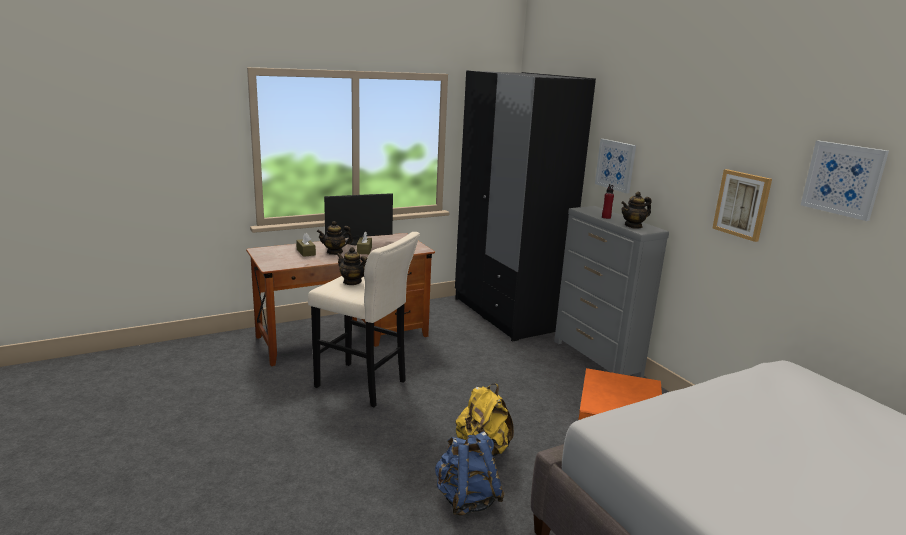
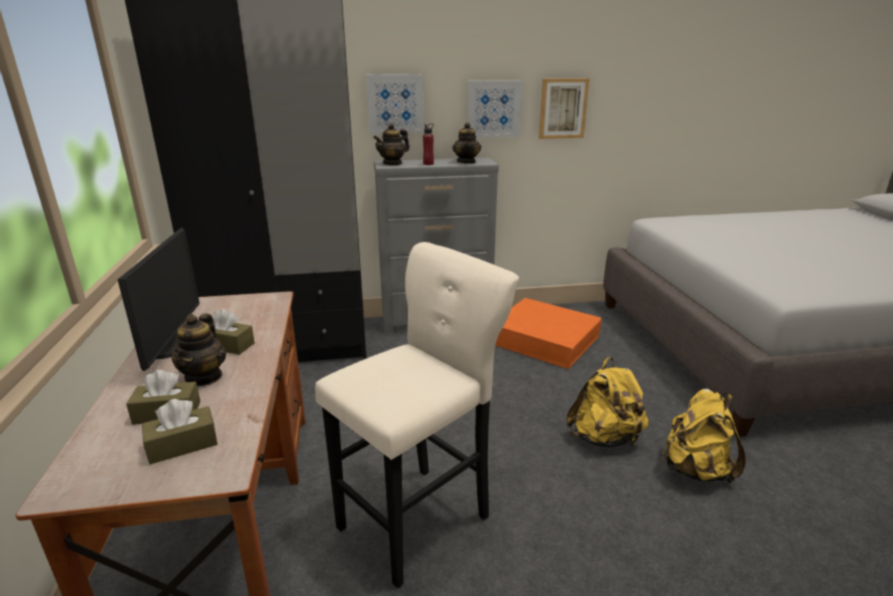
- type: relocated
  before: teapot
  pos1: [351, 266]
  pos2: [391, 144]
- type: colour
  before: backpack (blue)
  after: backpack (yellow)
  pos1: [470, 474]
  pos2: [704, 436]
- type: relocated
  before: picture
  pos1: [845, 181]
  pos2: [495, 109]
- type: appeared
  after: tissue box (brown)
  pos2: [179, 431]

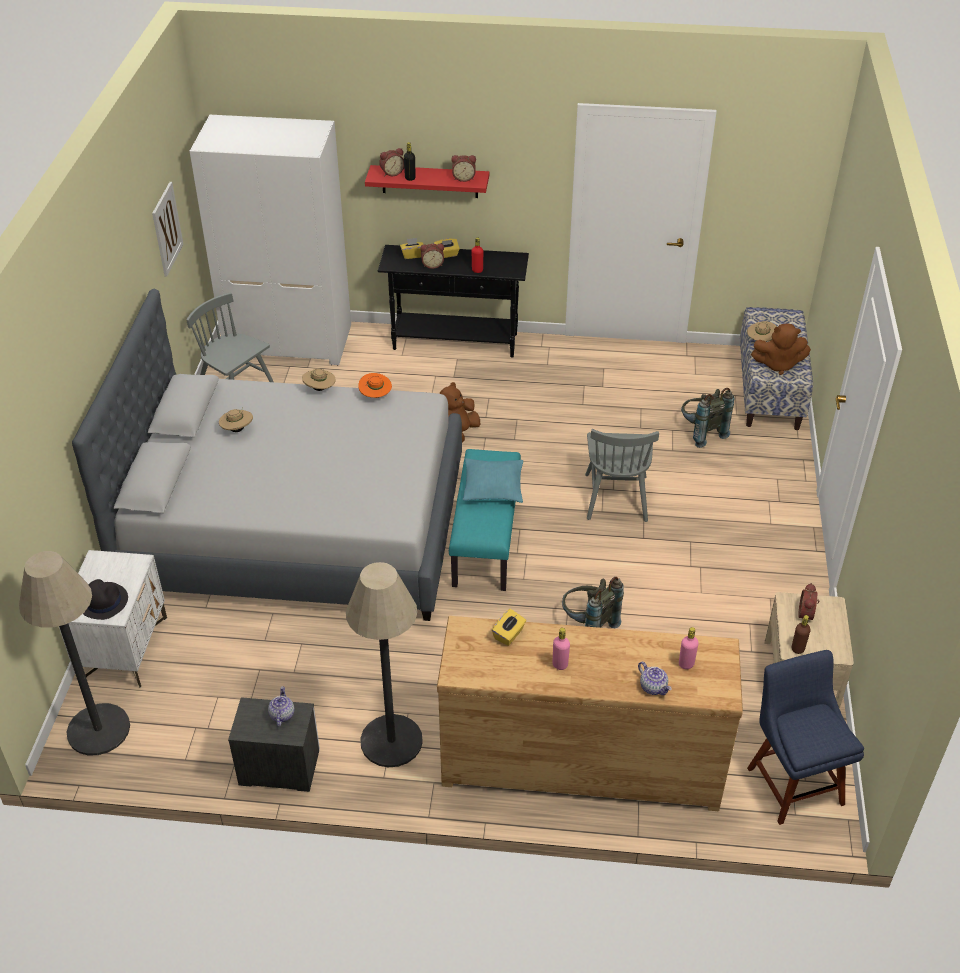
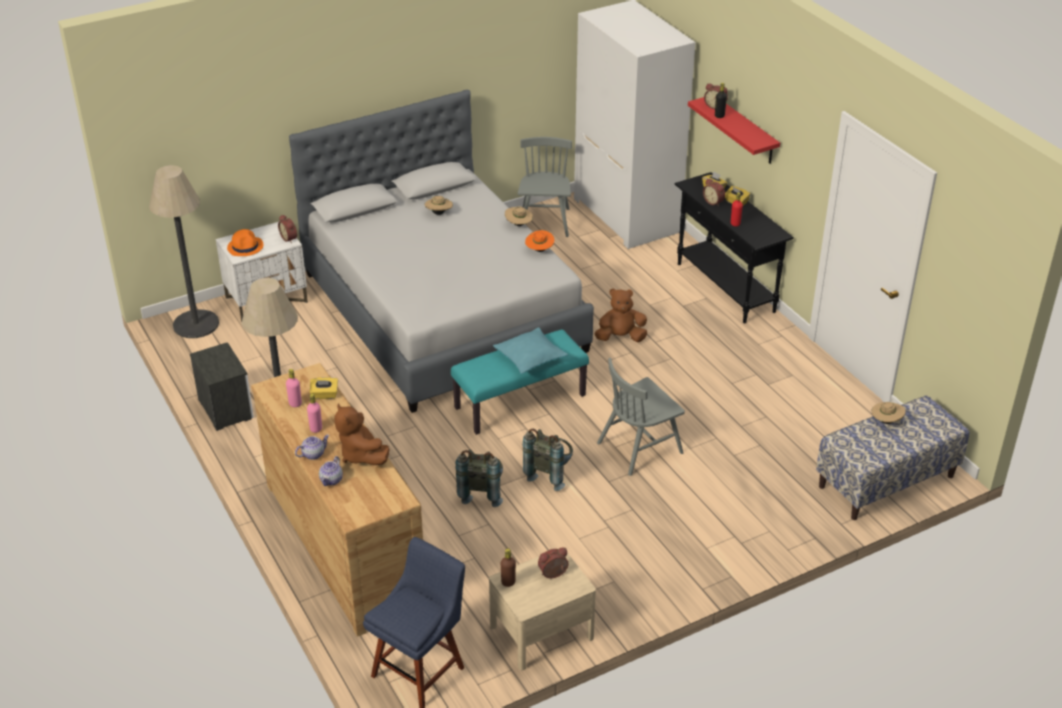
- type: colour
  before: hat (black)
  after: hat (orange)
  pos1: [105, 599]
  pos2: [245, 242]
- type: missing
  before: picture
  pos1: [167, 229]
- type: relocated
  before: teapot
  pos1: [281, 706]
  pos2: [312, 447]
- type: relocated
  before: alarm clock
  pos1: [463, 168]
  pos2: [287, 229]
- type: relocated
  before: bottle (pink)
  pos1: [689, 648]
  pos2: [294, 388]
- type: relocated
  before: backpack (grey)
  pos1: [707, 418]
  pos2: [548, 460]
- type: relocated
  before: plush toy (brown)
  pos1: [781, 349]
  pos2: [361, 434]

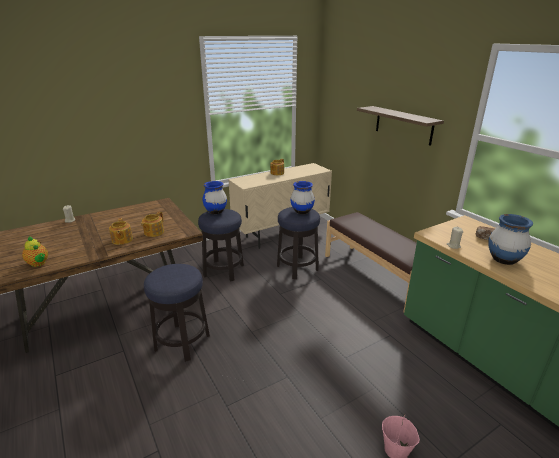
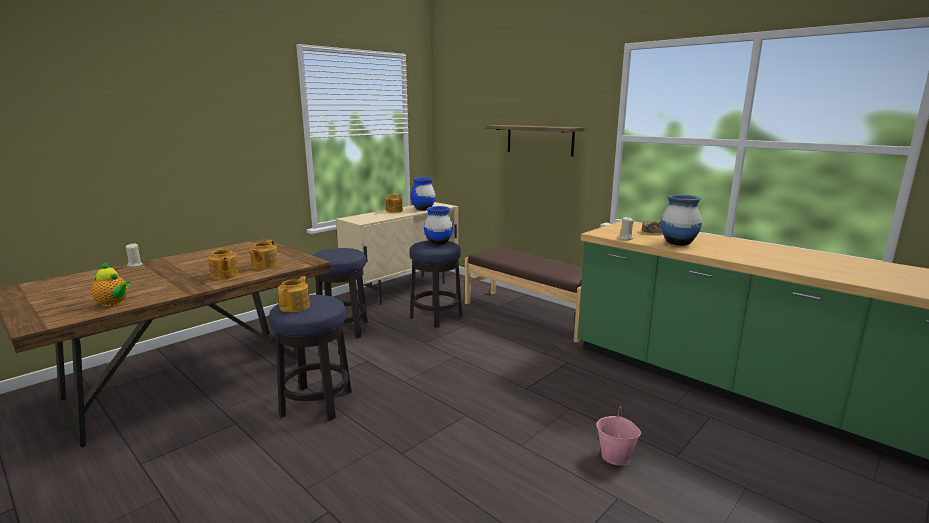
- type: relocated
  before: vase (blue)
  pos1: [214, 197]
  pos2: [423, 194]
- type: appeared
  after: teapot
  pos2: [294, 294]

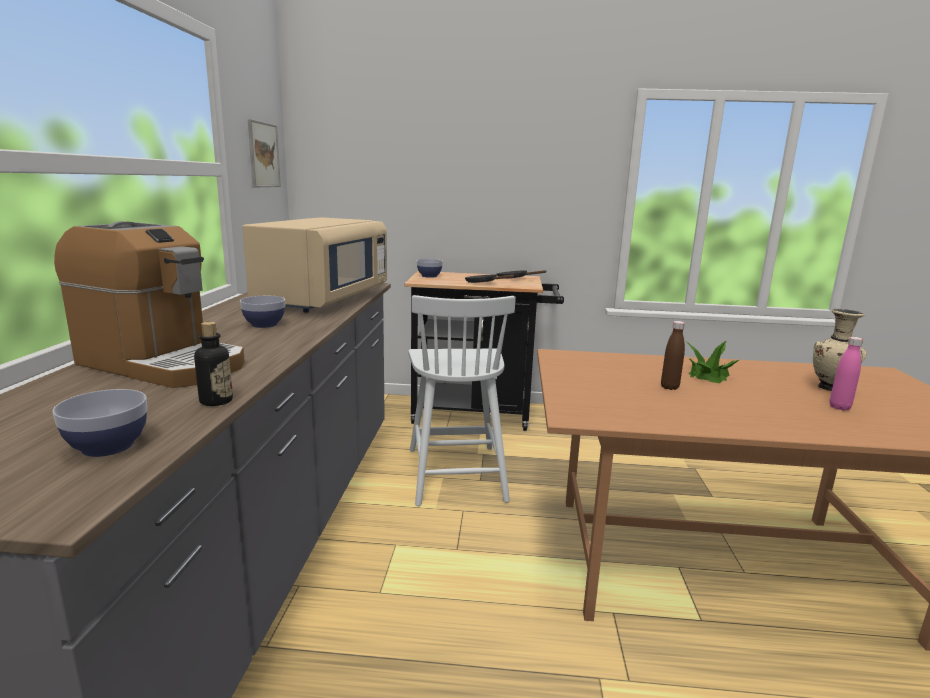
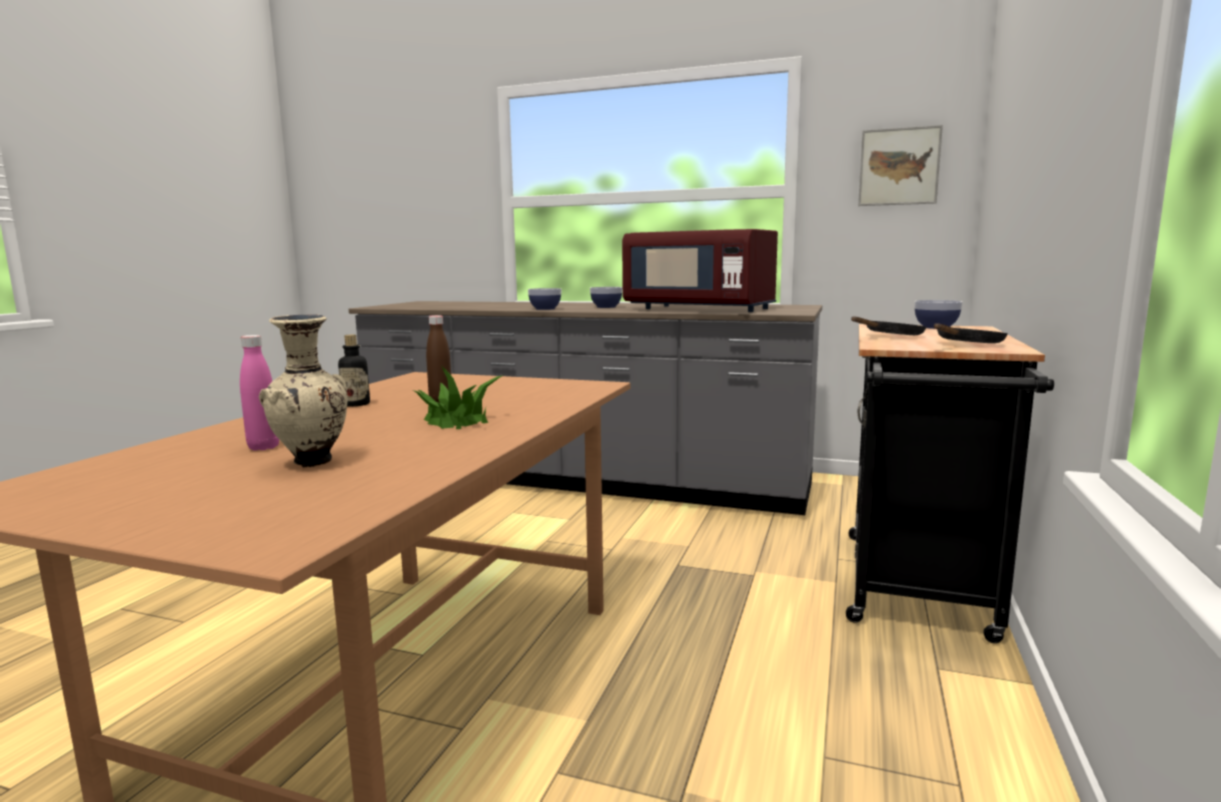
- type: relocated
  before: bowl
  pos1: [100, 423]
  pos2: [544, 299]
- type: missing
  before: coffee machine
  pos1: [149, 304]
- type: relocated
  before: bottle
  pos1: [213, 364]
  pos2: [354, 371]
- type: colour
  before: microwave (beige)
  after: microwave (red)
  pos1: [314, 265]
  pos2: [700, 270]
- type: missing
  before: chair (white)
  pos1: [462, 400]

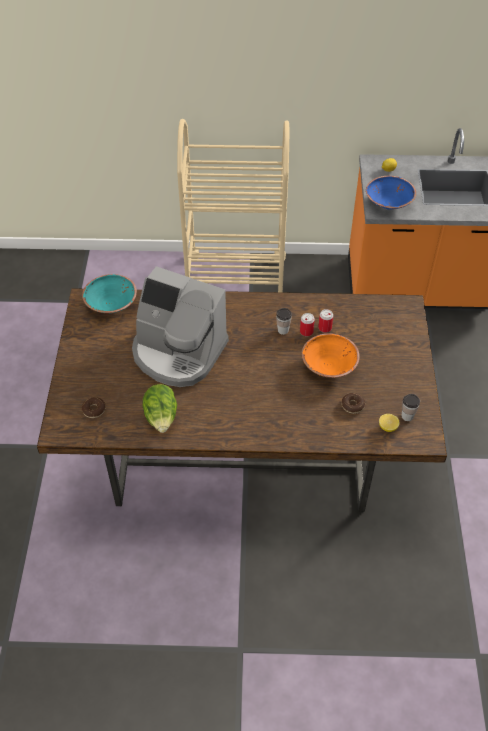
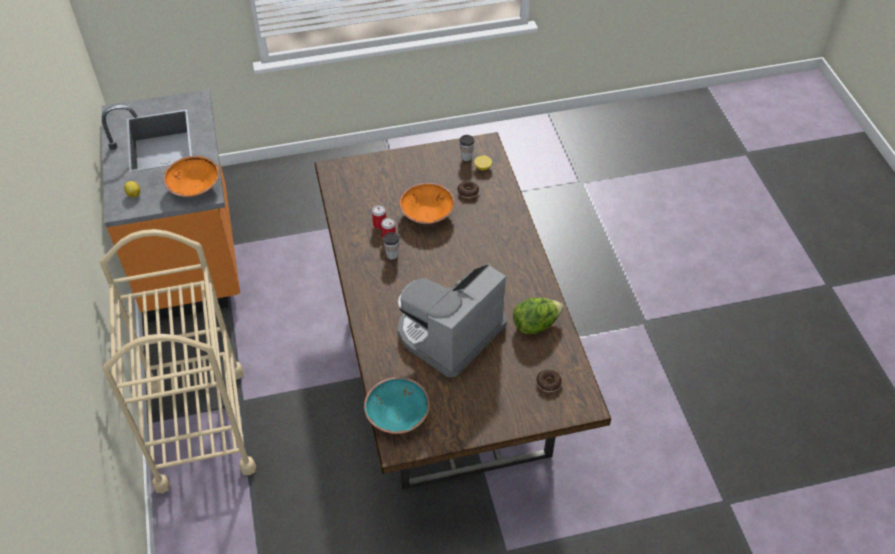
- type: spun
  before: coffee machine
  pos1: [180, 326]
  pos2: [452, 320]
  turn: -150
- type: colour
  before: bowl (blue)
  after: bowl (orange)
  pos1: [391, 193]
  pos2: [191, 176]

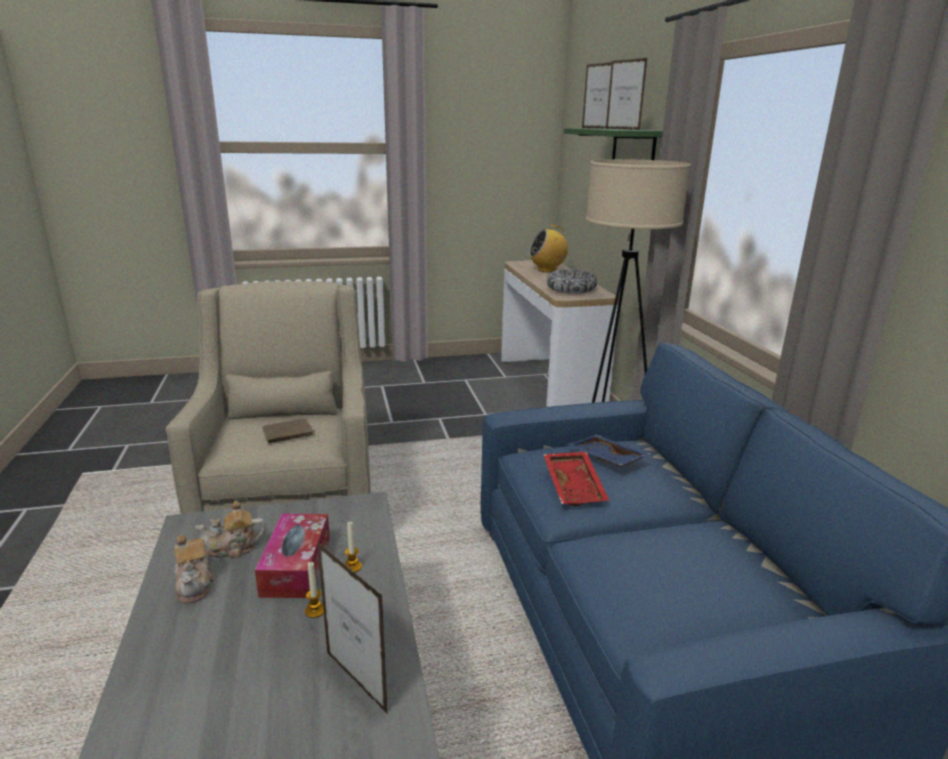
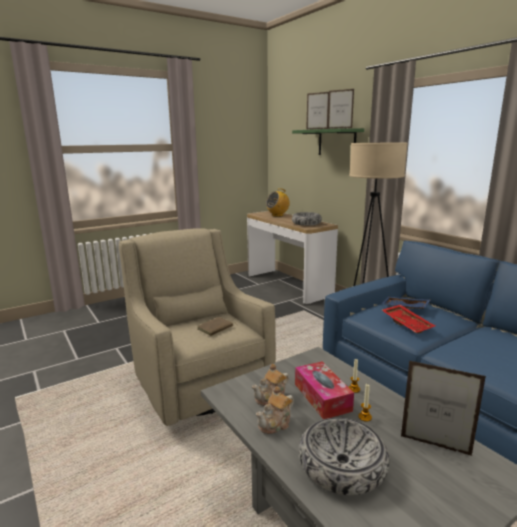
- type: spun
  before: teapot
  pos1: [194, 569]
  pos2: [275, 410]
  turn: 90
- type: appeared
  after: bowl
  pos2: [344, 456]

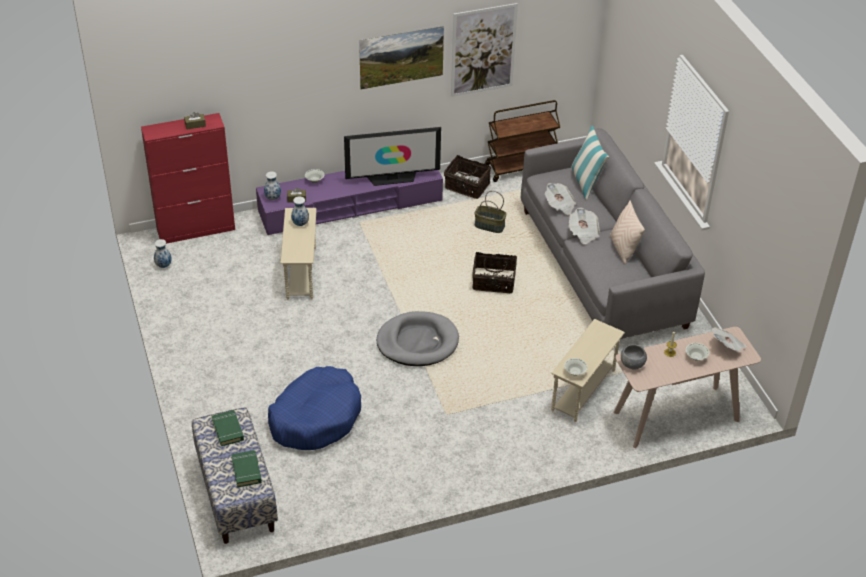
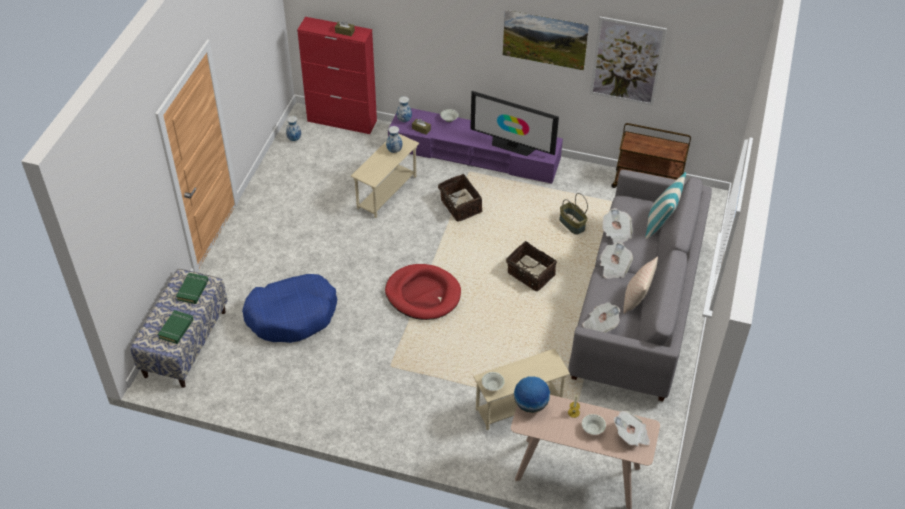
- type: colour
  before: dog bed (grey)
  after: dog bed (red)
  pos1: [418, 338]
  pos2: [423, 292]
- type: relocated
  before: basket
  pos1: [467, 177]
  pos2: [460, 197]
- type: exchanged
  before: bowl (grey)
  after: globe
  pos1: [634, 357]
  pos2: [532, 394]
- type: appeared
  after: newspaper
  pos2: [601, 317]

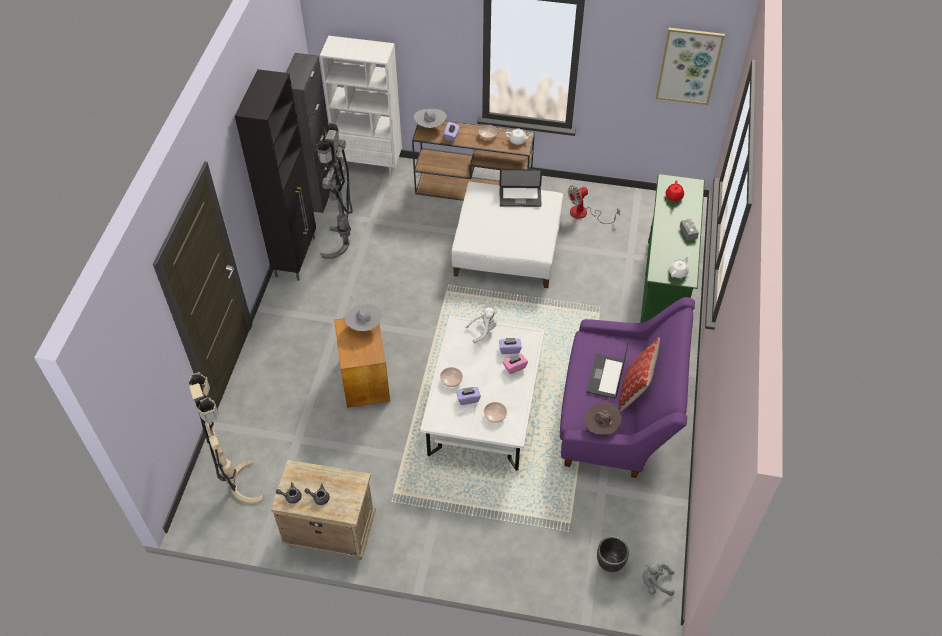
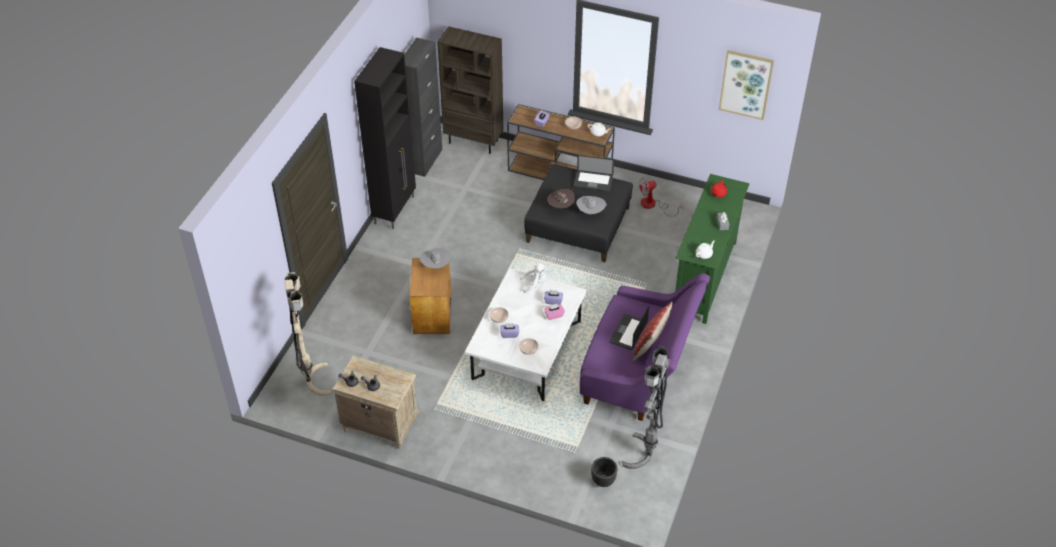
- type: relocated
  before: floor lamp (grey)
  pos1: [334, 191]
  pos2: [646, 407]
- type: colour
  before: bookcase (white)
  after: bookcase (brown)
  pos1: [361, 106]
  pos2: [470, 90]
- type: relocated
  before: hat (grey)
  pos1: [430, 118]
  pos2: [591, 205]
- type: colour
  before: ottoman (white)
  after: ottoman (black)
  pos1: [507, 235]
  pos2: [578, 213]
- type: relocated
  before: hat (brown)
  pos1: [602, 419]
  pos2: [561, 198]
- type: missing
  before: plush toy (grey)
  pos1: [658, 579]

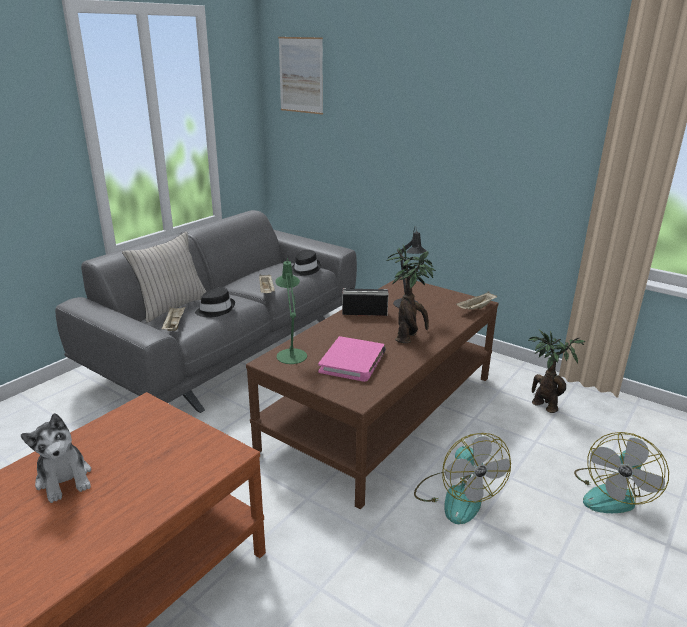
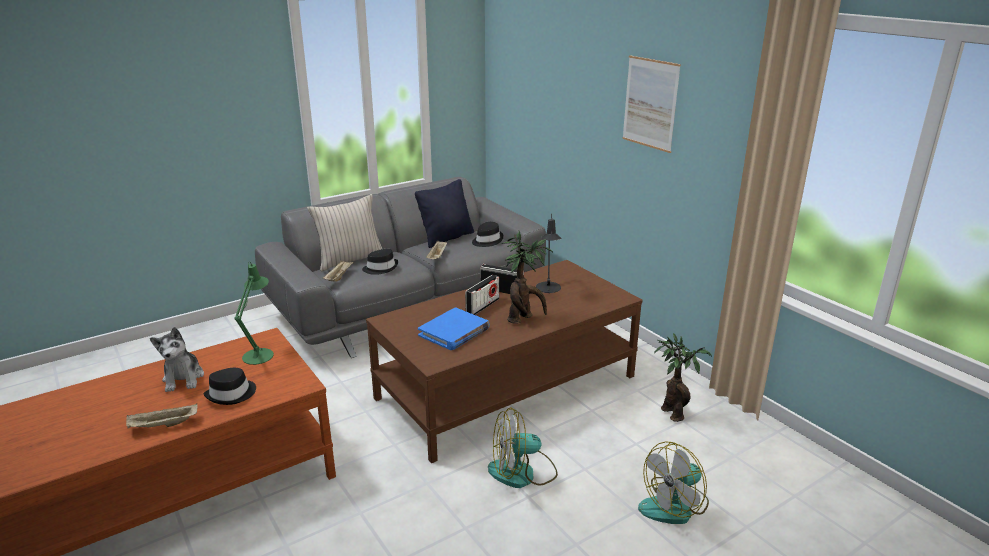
- type: relocated
  before: table lamp (green)
  pos1: [291, 311]
  pos2: [254, 313]
- type: relocated
  before: picture
  pos1: [300, 76]
  pos2: [651, 104]
- type: colour
  before: book (pink)
  after: book (blue)
  pos1: [352, 359]
  pos2: [454, 328]
- type: spun
  before: fan
  pos1: [462, 478]
  pos2: [523, 447]
  turn: 75
- type: relocated
  before: tray (beige)
  pos1: [476, 301]
  pos2: [162, 415]
- type: appeared
  after: hat (black)
  pos2: [230, 386]
- type: appeared
  after: pillow (black)
  pos2: [444, 213]
- type: appeared
  after: radio
  pos2: [482, 295]

